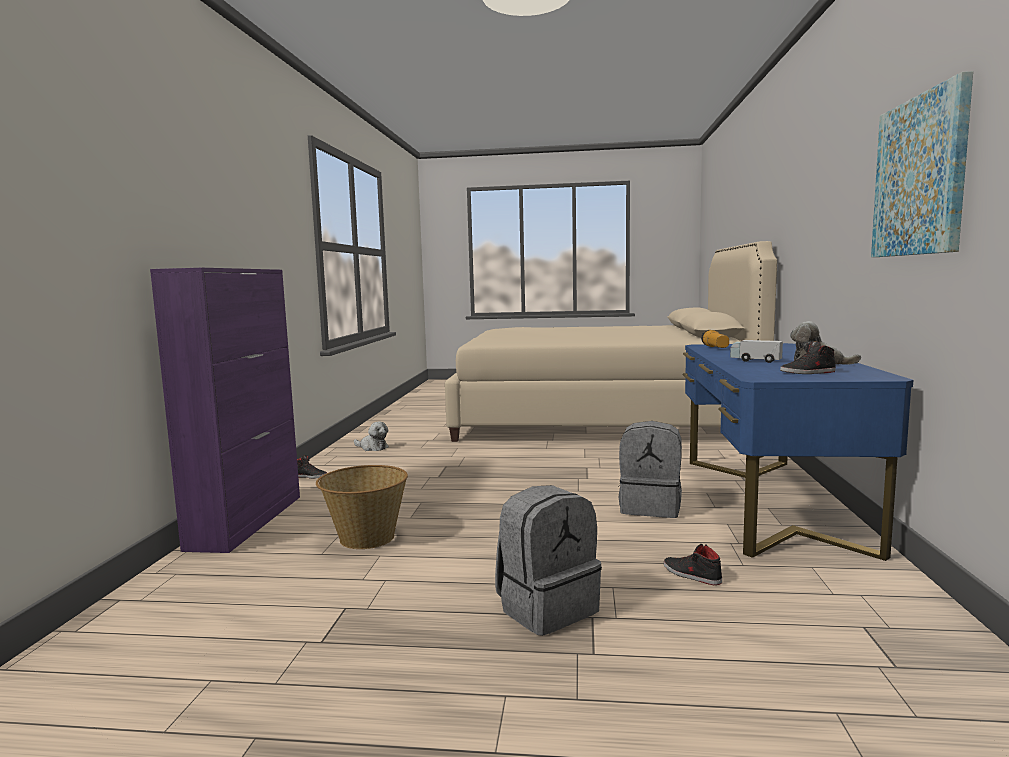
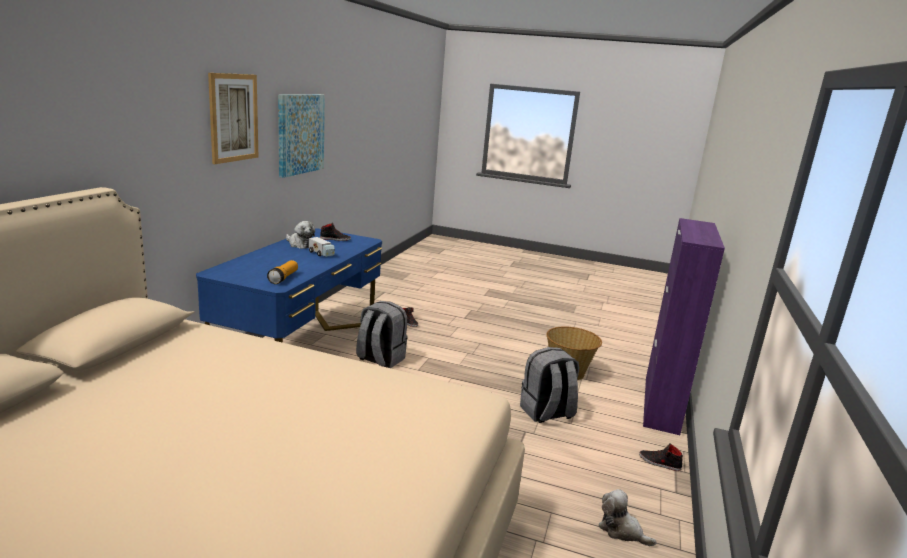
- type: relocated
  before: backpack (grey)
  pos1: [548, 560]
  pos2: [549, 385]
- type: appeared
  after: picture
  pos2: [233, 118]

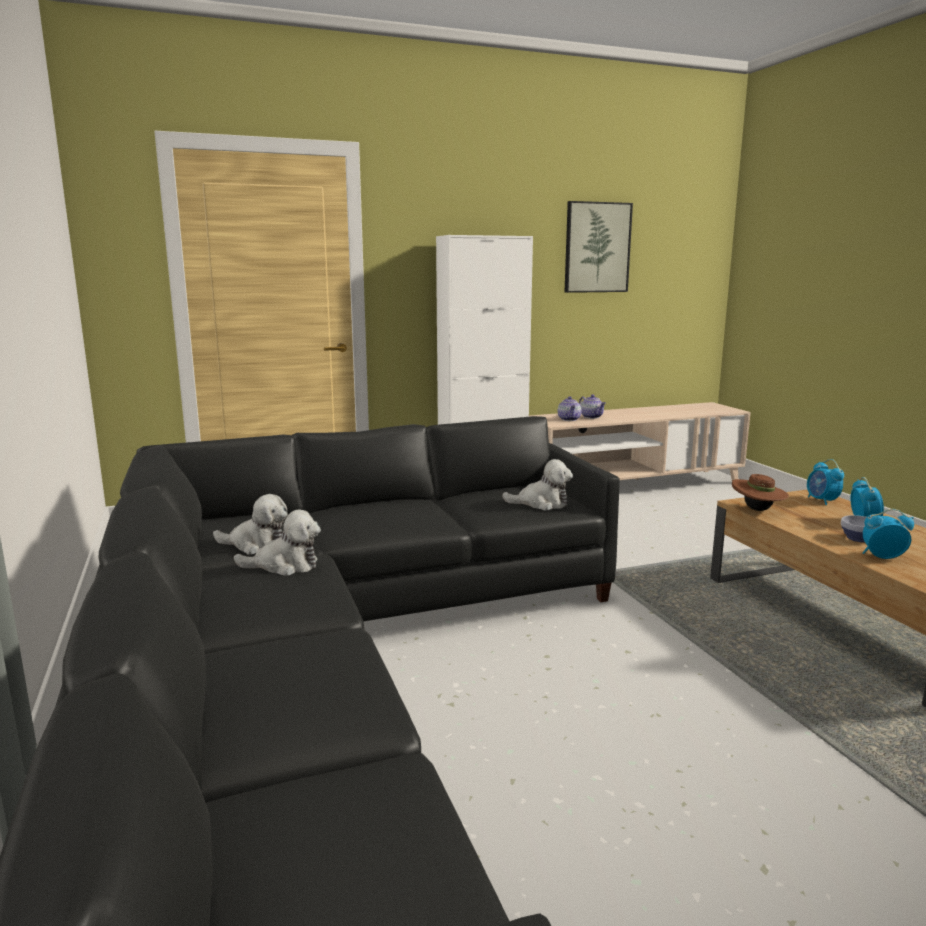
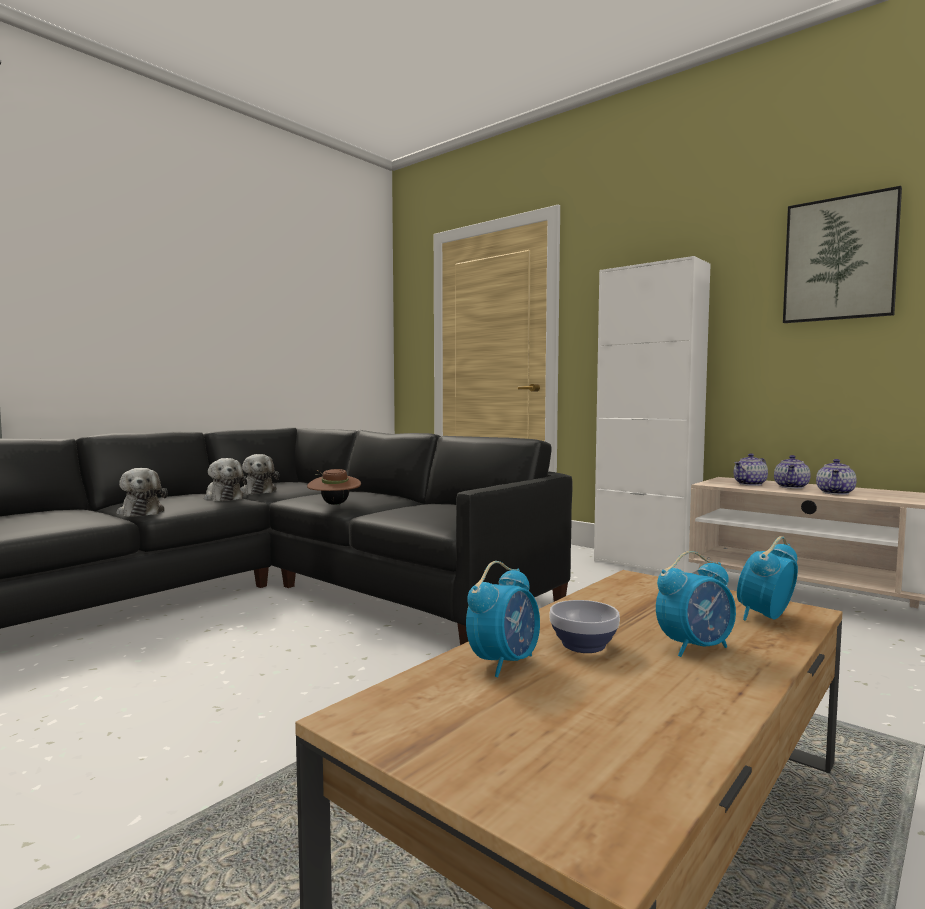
- type: relocated
  before: plush toy
  pos1: [537, 484]
  pos2: [142, 492]
- type: relocated
  before: hat (brown)
  pos1: [760, 492]
  pos2: [334, 487]
- type: spun
  before: alarm clock
  pos1: [888, 534]
  pos2: [503, 619]
  turn: 60
- type: appeared
  after: teapot
  pos2: [836, 477]

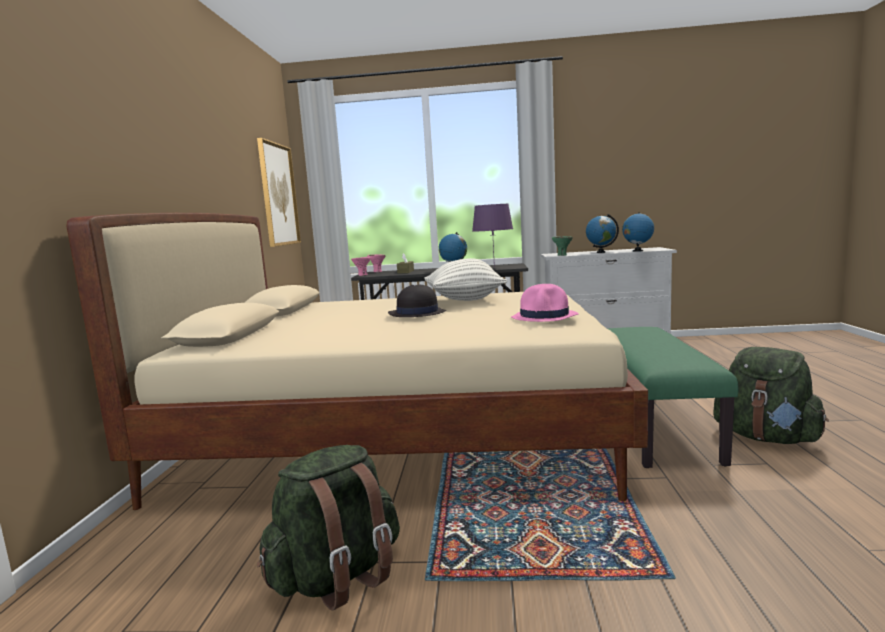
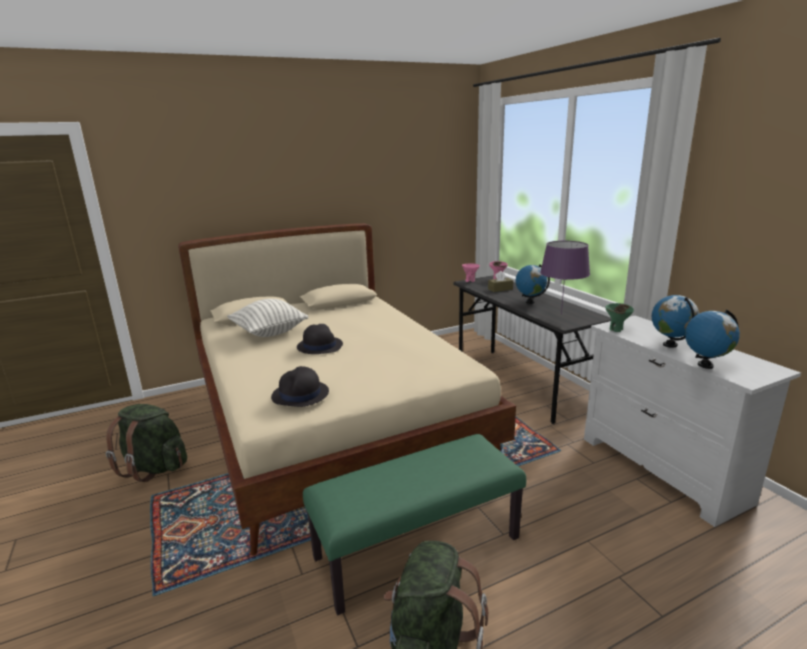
- type: missing
  before: picture
  pos1: [279, 192]
- type: relocated
  before: pillow
  pos1: [465, 279]
  pos2: [268, 318]
- type: colour
  before: hat (pink)
  after: hat (black)
  pos1: [545, 303]
  pos2: [300, 386]

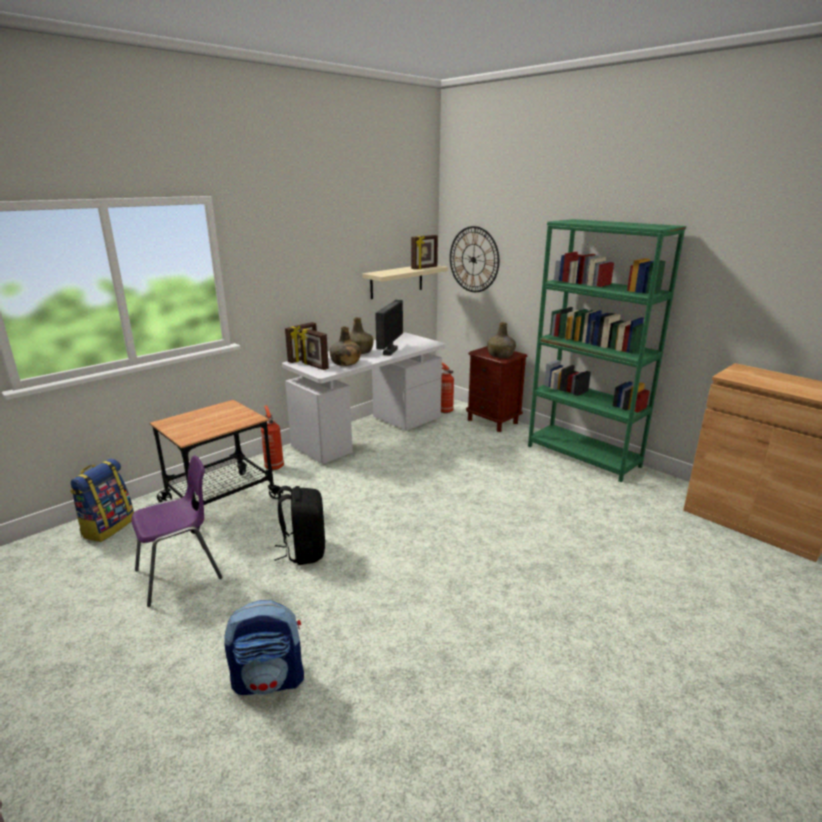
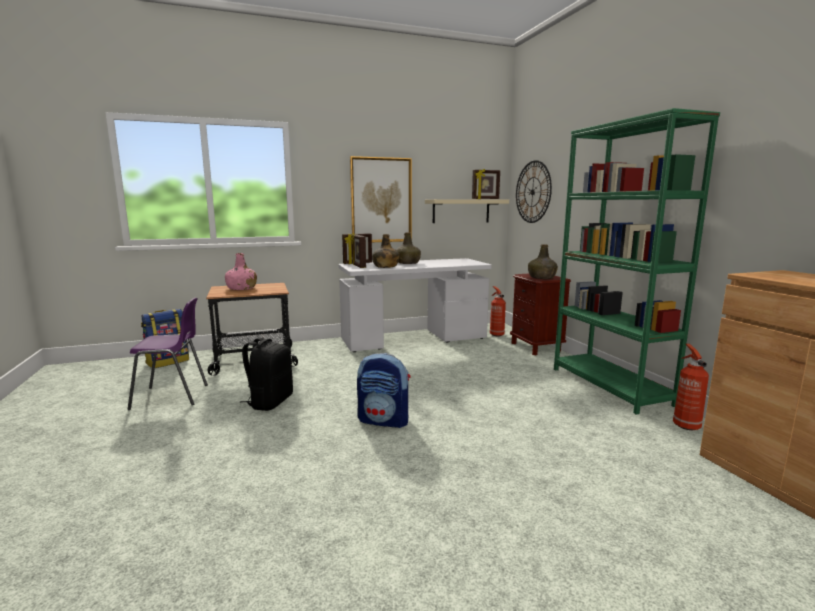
- type: relocated
  before: backpack
  pos1: [264, 647]
  pos2: [383, 390]
- type: relocated
  before: fire extinguisher
  pos1: [272, 437]
  pos2: [691, 387]
- type: missing
  before: monitor
  pos1: [389, 328]
- type: appeared
  after: bottle (pink)
  pos2: [241, 271]
- type: appeared
  after: picture
  pos2: [381, 199]

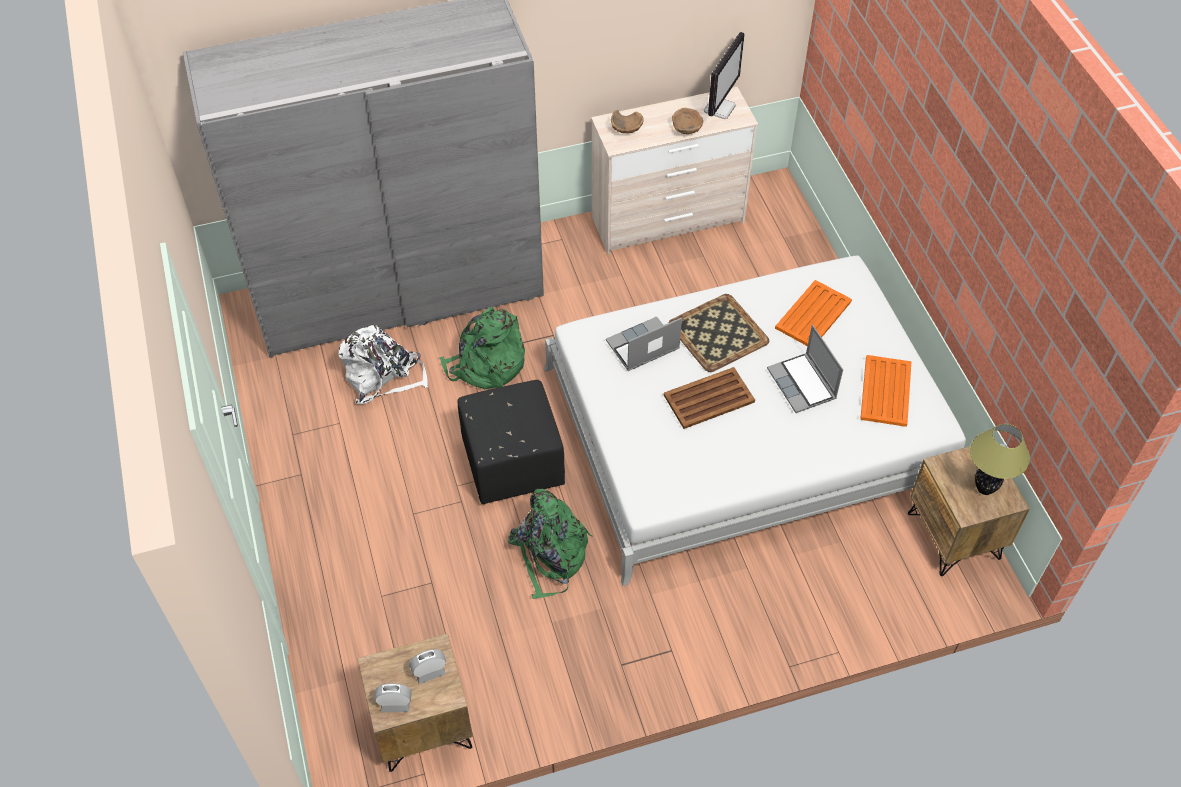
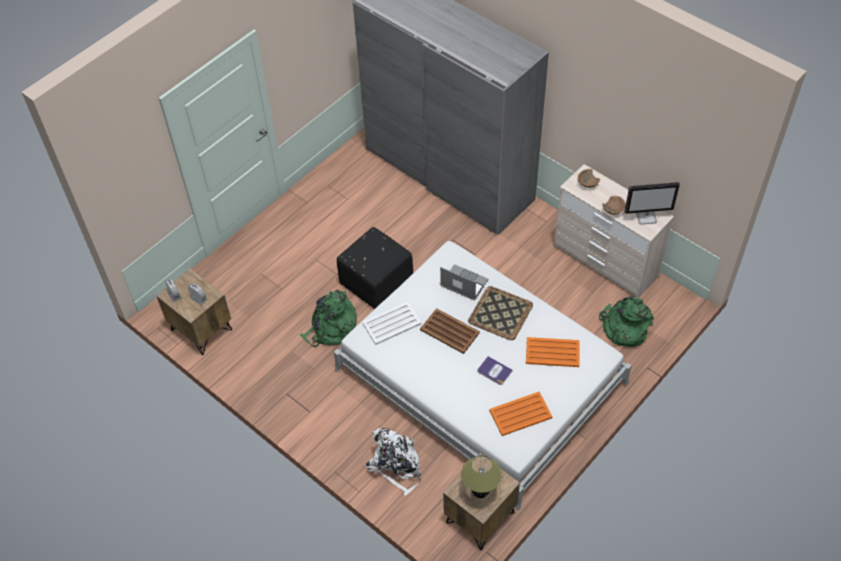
- type: relocated
  before: backpack (white)
  pos1: [383, 364]
  pos2: [393, 462]
- type: relocated
  before: backpack (green)
  pos1: [482, 348]
  pos2: [626, 322]
- type: exchanged
  before: laptop
  after: book
  pos1: [805, 369]
  pos2: [495, 370]
- type: appeared
  after: tray (white)
  pos2: [391, 323]

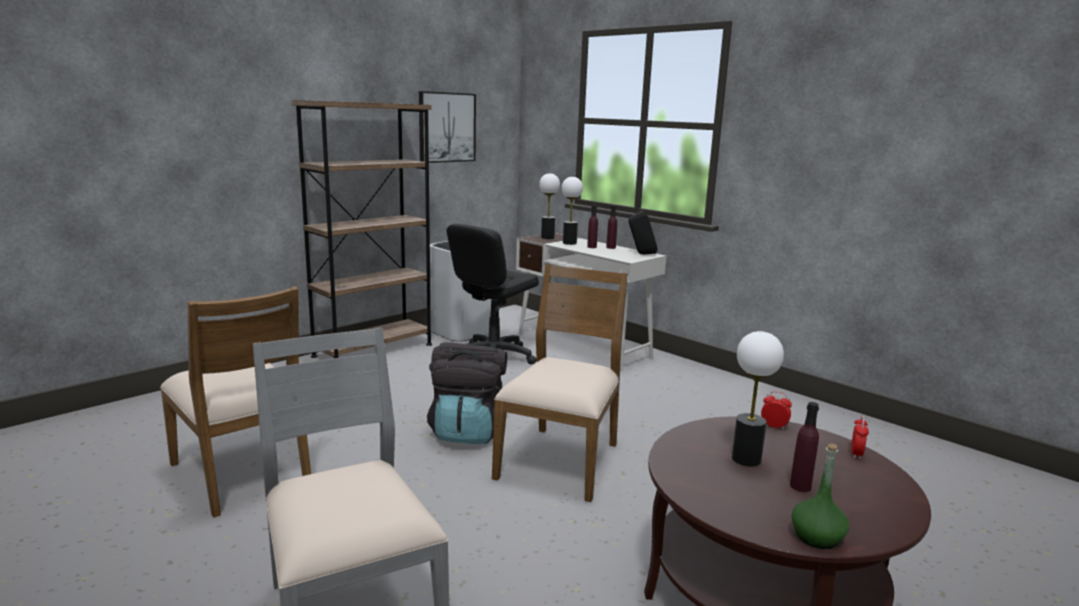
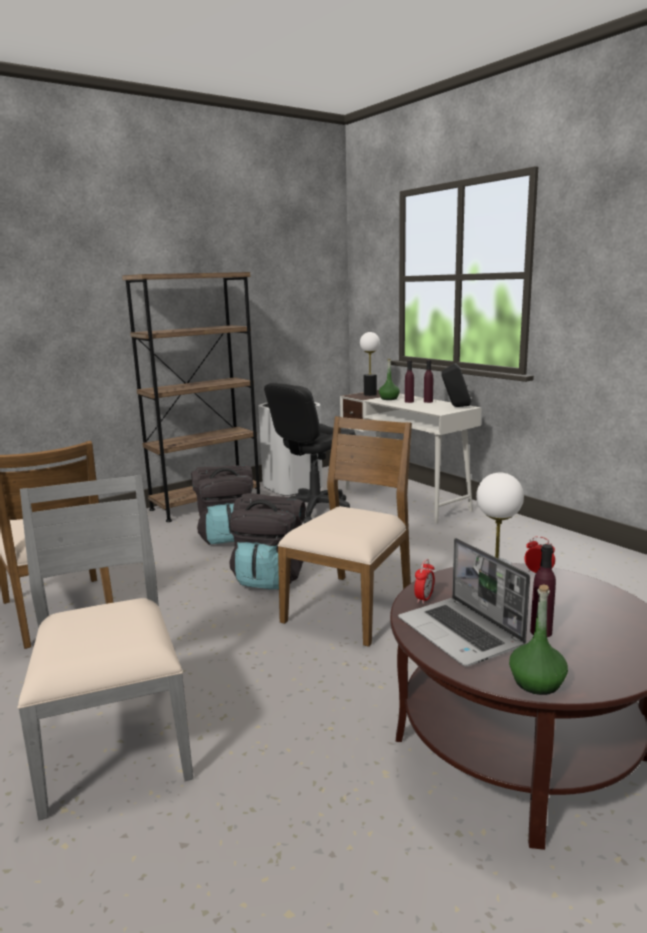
- type: missing
  before: picture
  pos1: [447, 127]
- type: exchanged
  before: table lamp
  after: bottle (green)
  pos1: [572, 211]
  pos2: [389, 379]
- type: relocated
  before: alarm clock
  pos1: [860, 437]
  pos2: [424, 581]
- type: appeared
  after: backpack (black)
  pos2: [222, 505]
- type: appeared
  after: laptop
  pos2: [464, 602]

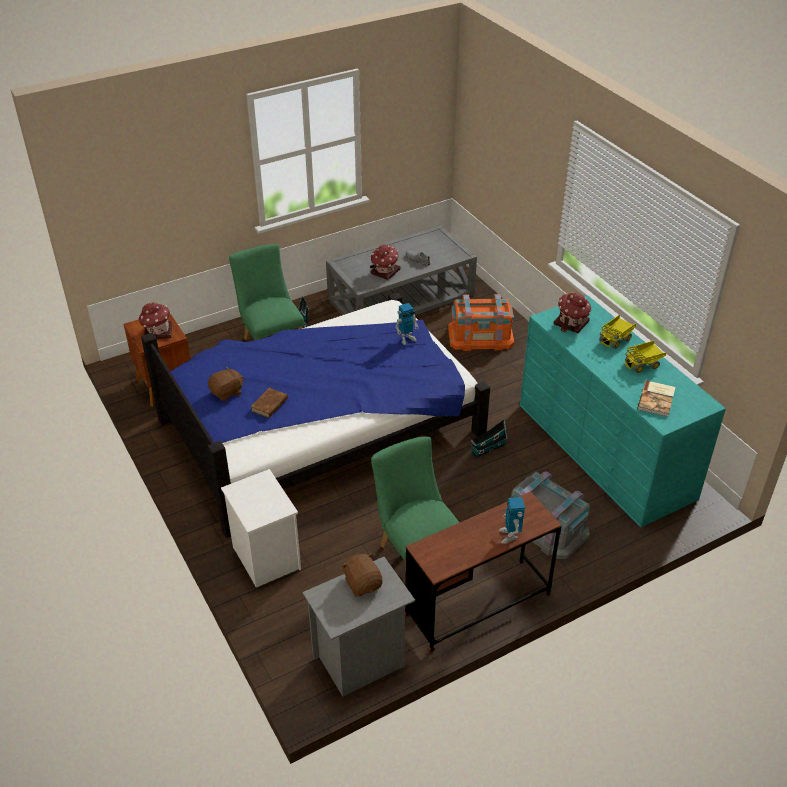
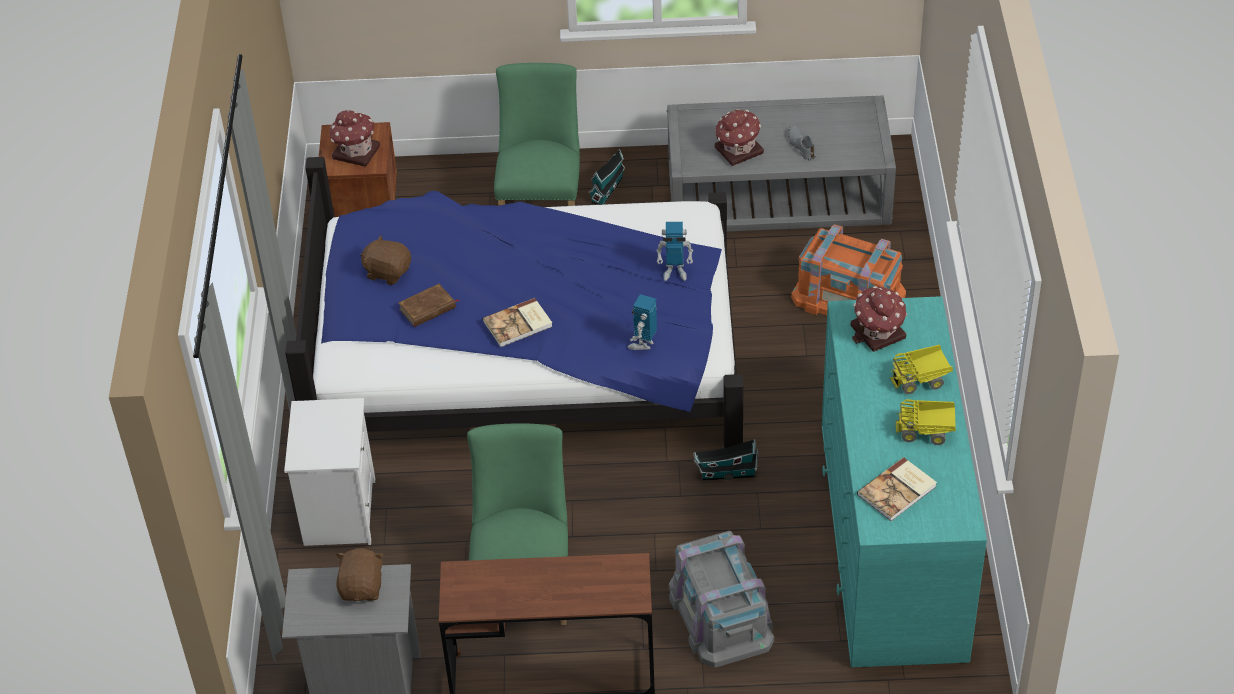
- type: spun
  before: plush toy (brown)
  pos1: [225, 383]
  pos2: [385, 260]
  turn: -150
- type: relocated
  before: toy robot
  pos1: [512, 520]
  pos2: [642, 322]
- type: appeared
  after: book
  pos2: [517, 322]

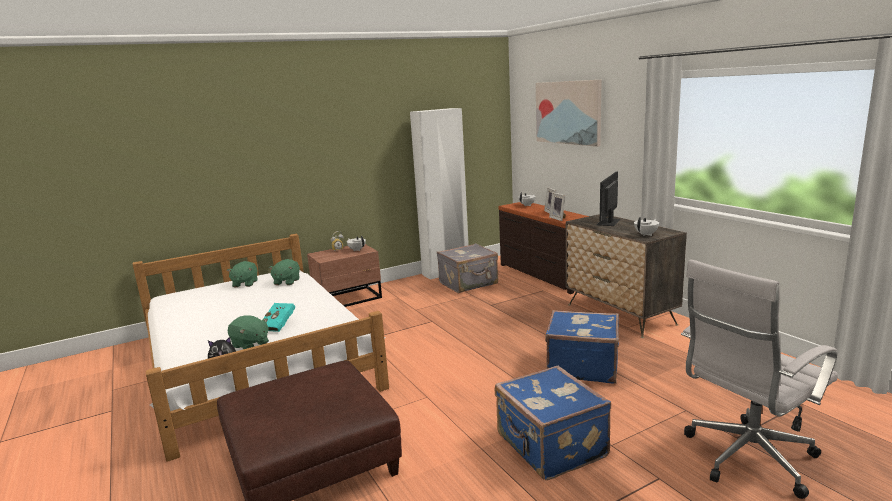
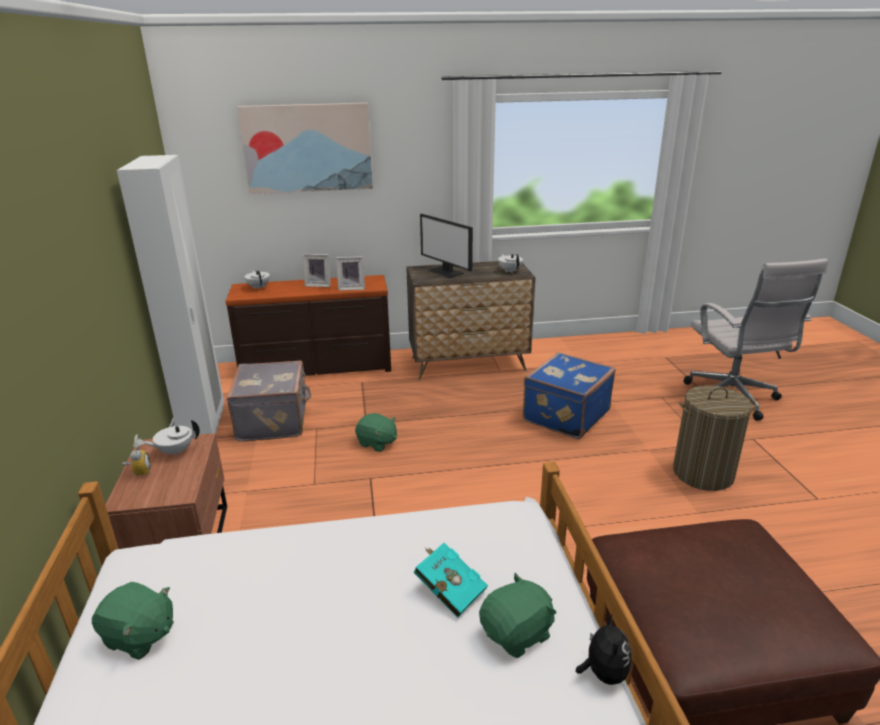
- type: relocated
  before: plush toy (green)
  pos1: [284, 272]
  pos2: [376, 432]
- type: exchanged
  before: suitcase (blue)
  after: laundry basket
  pos1: [553, 423]
  pos2: [714, 438]

